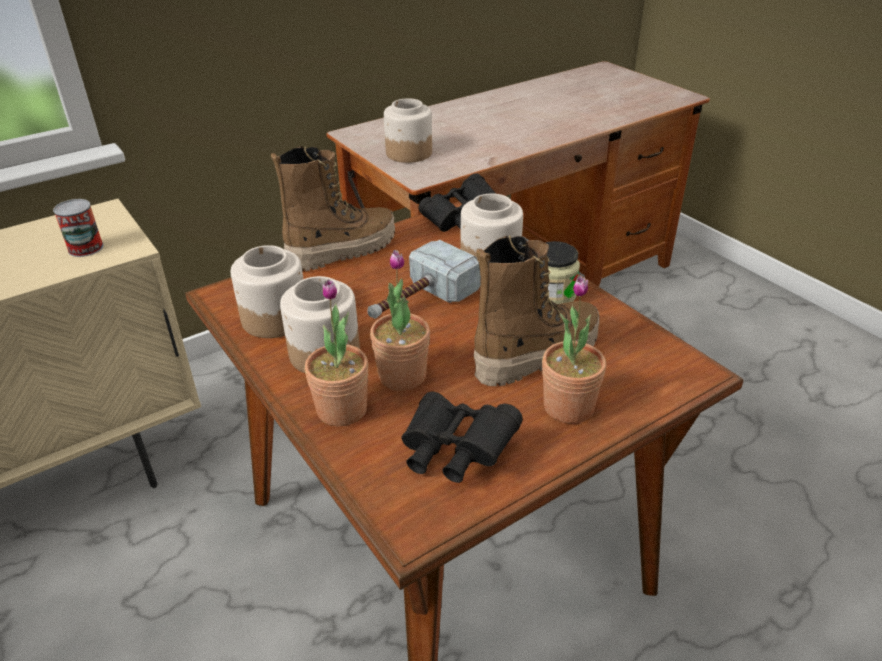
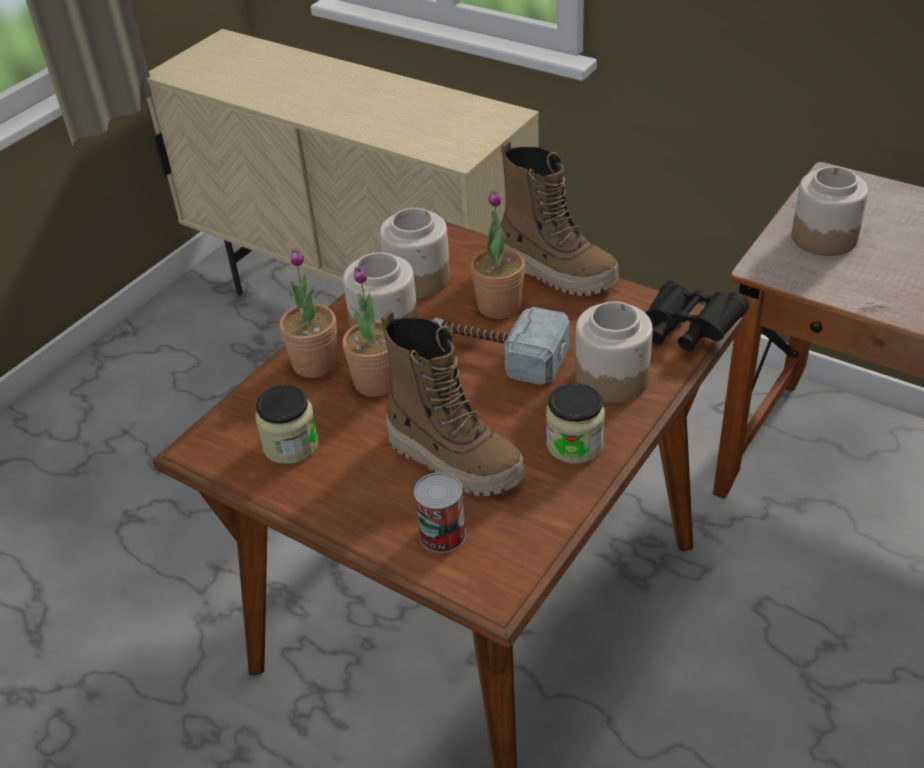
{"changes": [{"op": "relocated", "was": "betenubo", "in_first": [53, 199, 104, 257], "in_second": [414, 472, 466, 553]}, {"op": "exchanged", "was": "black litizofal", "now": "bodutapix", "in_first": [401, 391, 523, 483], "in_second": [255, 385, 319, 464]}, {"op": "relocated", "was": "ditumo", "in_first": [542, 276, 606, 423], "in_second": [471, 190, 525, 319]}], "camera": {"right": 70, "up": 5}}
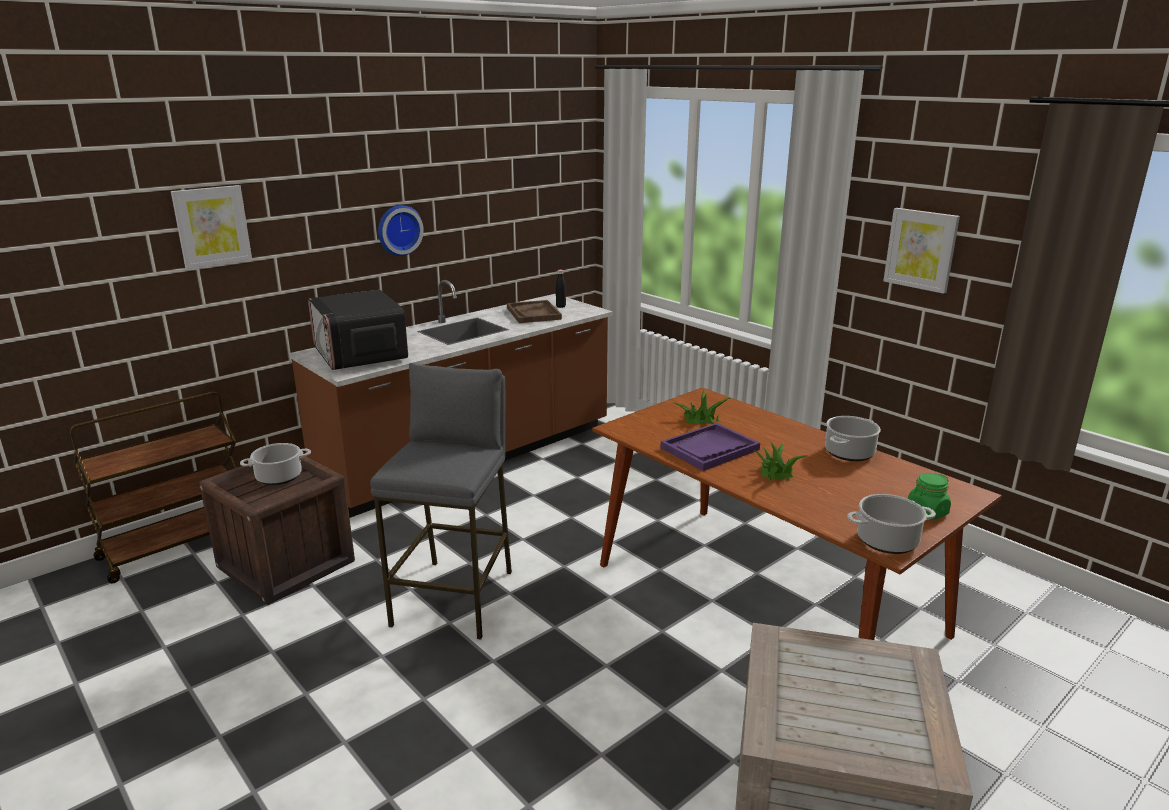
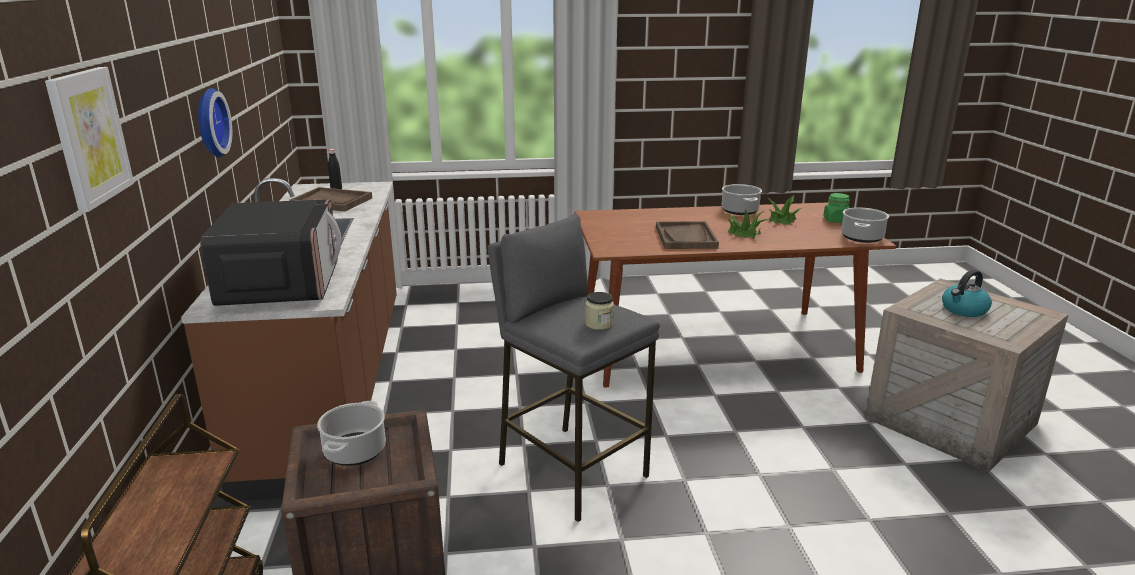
{"changes": [{"op": "spun", "was": "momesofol", "in_first": [308, 290, 408, 370], "in_second": [200, 199, 342, 306], "clockwise": -105}, {"op": "colour", "was": "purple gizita", "now": "brown gizita", "in_first": [661, 423, 760, 471], "in_second": [656, 221, 719, 249]}, {"op": "relocated", "was": "ditumo", "in_first": [675, 389, 730, 425], "in_second": [767, 195, 801, 225]}, {"op": "missing", "was": "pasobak", "in_first": [883, 208, 960, 294]}, {"op": "appeared", "now": "bodutapix", "in_second": [585, 292, 614, 330]}, {"op": "appeared", "now": "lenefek", "in_second": [942, 270, 992, 317]}], "camera": {"right": -55, "up": 0}}
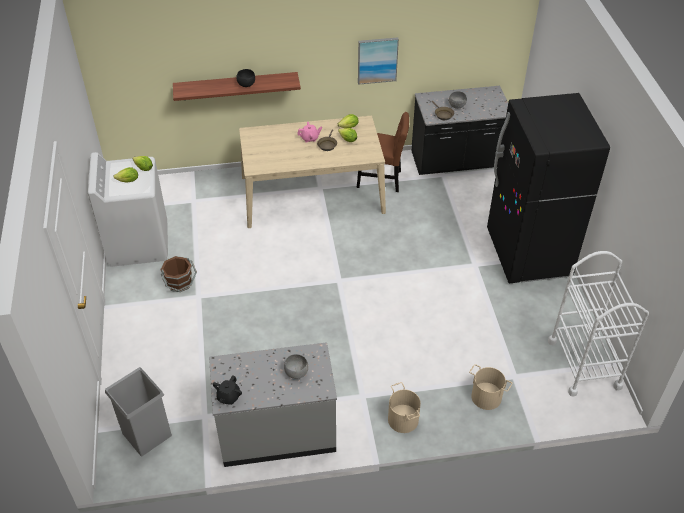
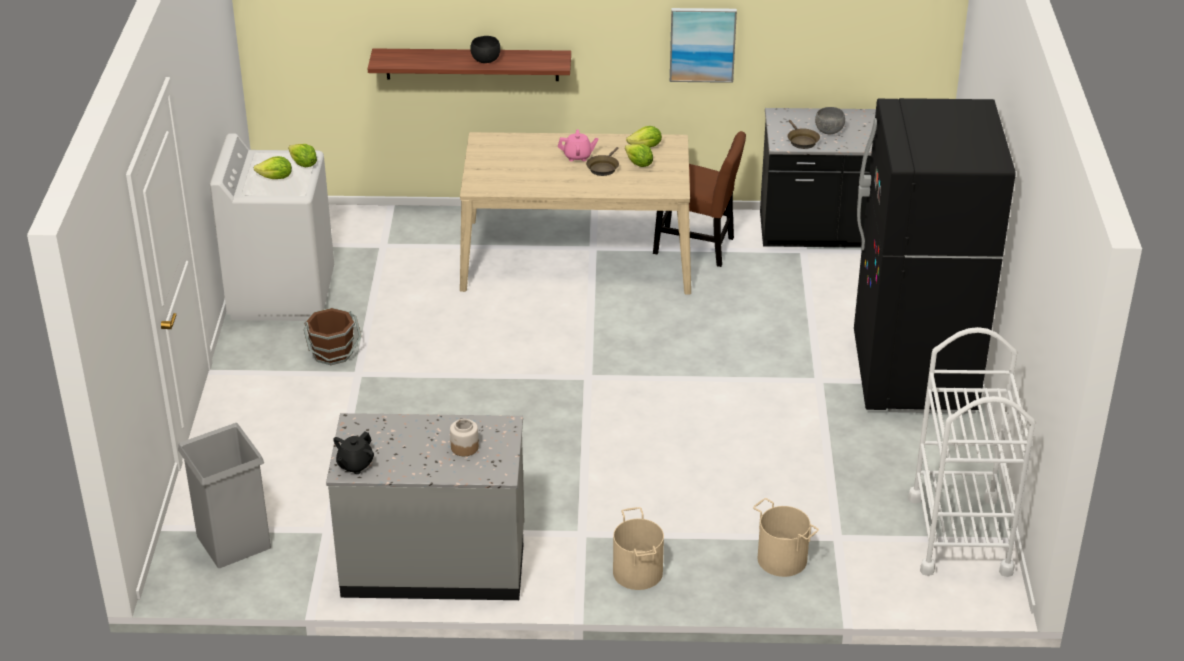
{"changes": [{"op": "exchanged", "was": "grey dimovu", "now": "bodutapix", "in_first": [284, 354, 308, 379], "in_second": [450, 419, 479, 456]}], "camera": {"right": 10, "up": -10}}
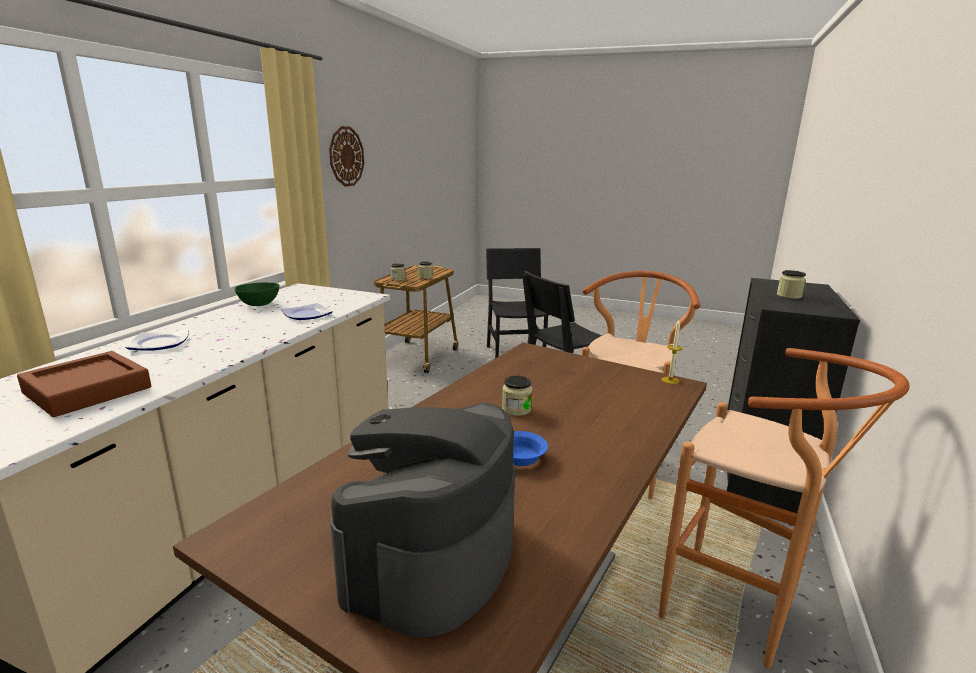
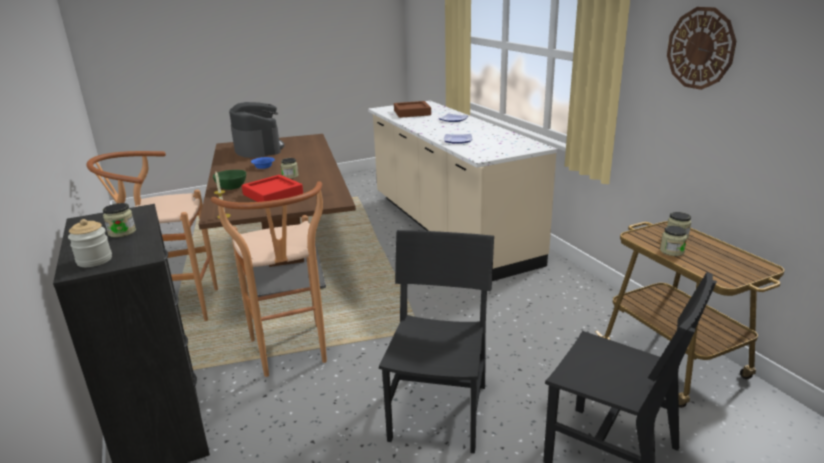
{"changes": [{"op": "relocated", "was": "green dimovu", "in_first": [235, 282, 279, 306], "in_second": [213, 170, 246, 190]}, {"op": "appeared", "now": "bodutapix", "in_second": [68, 219, 112, 267]}, {"op": "appeared", "now": "red gizita", "in_second": [242, 175, 303, 202]}], "camera": {"right": 135, "up": 5}}
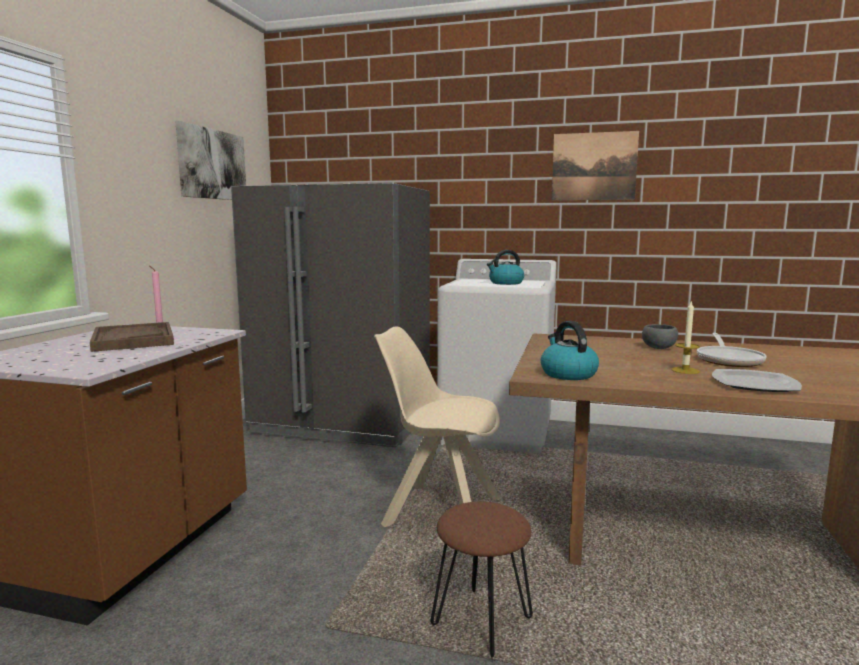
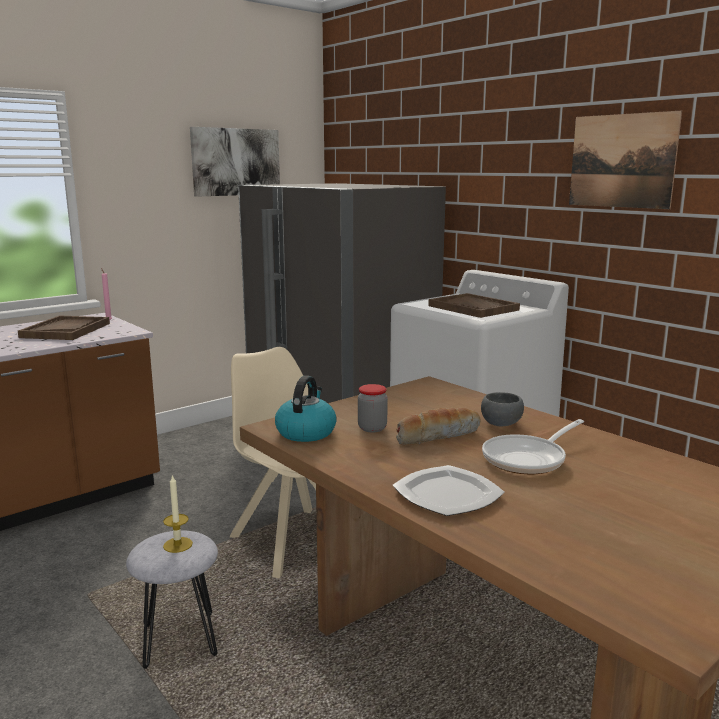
{"changes": [{"op": "colour", "was": "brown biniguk", "now": "grey biniguk", "in_first": [431, 501, 533, 662], "in_second": [126, 530, 218, 672]}, {"op": "exchanged", "was": "lenefek", "now": "brown gizita", "in_first": [487, 250, 524, 285], "in_second": [428, 293, 520, 318]}, {"op": "relocated", "was": "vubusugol", "in_first": [671, 300, 700, 374], "in_second": [163, 474, 193, 553]}, {"op": "appeared", "now": "bodutapix", "in_second": [358, 384, 388, 432]}, {"op": "appeared", "now": "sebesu", "in_second": [396, 408, 481, 445]}], "camera": {"right": 35, "up": 5}}
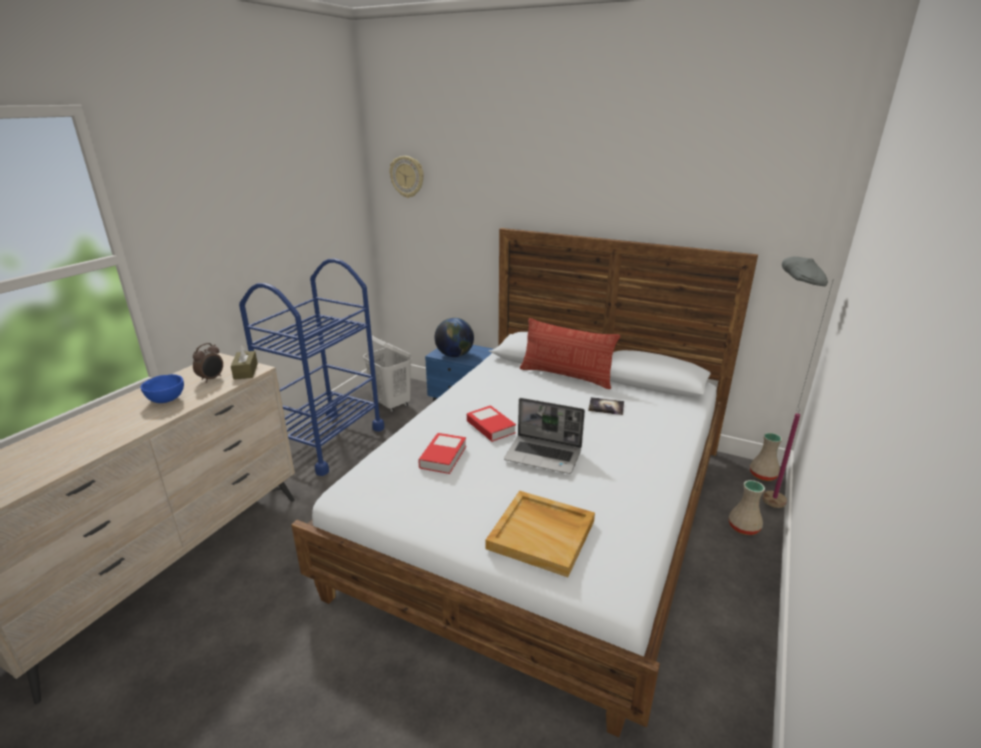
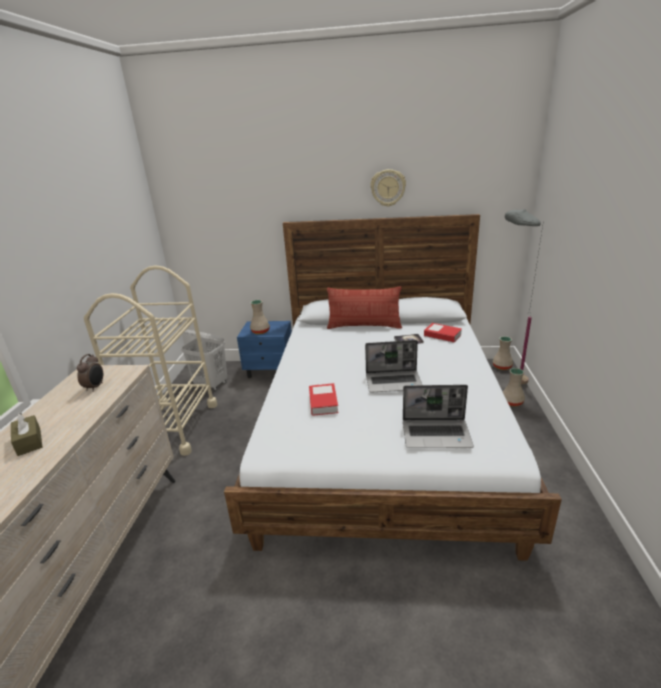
{"changes": [{"op": "missing", "was": "blue dimovu", "in_first": [141, 374, 184, 403]}, {"op": "relocated", "was": "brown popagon", "in_first": [231, 345, 258, 380], "in_second": [11, 413, 42, 456]}, {"op": "colour", "was": "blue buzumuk", "now": "beige buzumuk", "in_first": [239, 259, 385, 476], "in_second": [84, 266, 217, 456]}, {"op": "relocated", "was": "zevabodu", "in_first": [390, 156, 424, 198], "in_second": [370, 169, 406, 207]}, {"op": "exchanged", "was": "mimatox", "now": "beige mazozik", "in_first": [435, 318, 474, 357], "in_second": [250, 300, 270, 334]}, {"op": "relocated", "was": "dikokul", "in_first": [467, 405, 516, 442], "in_second": [424, 323, 462, 342]}, {"op": "exchanged", "was": "beige gizita", "now": "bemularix", "in_first": [486, 491, 595, 577], "in_second": [403, 385, 474, 448]}], "camera": {"right": -20, "up": 0}}
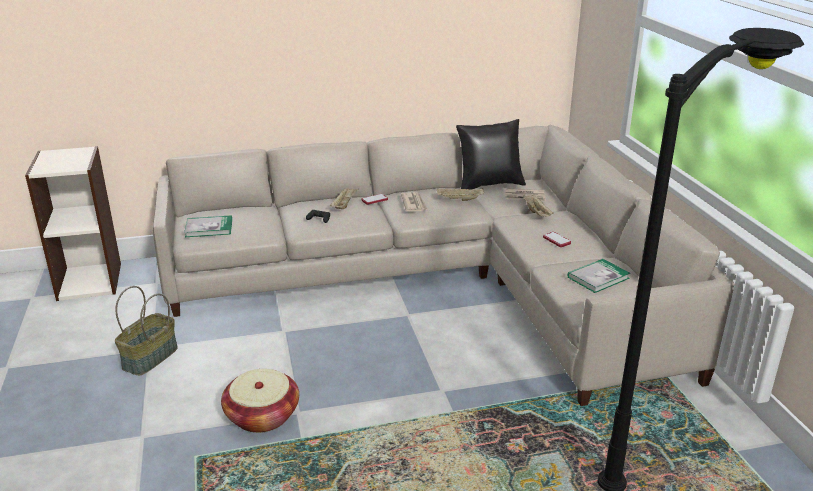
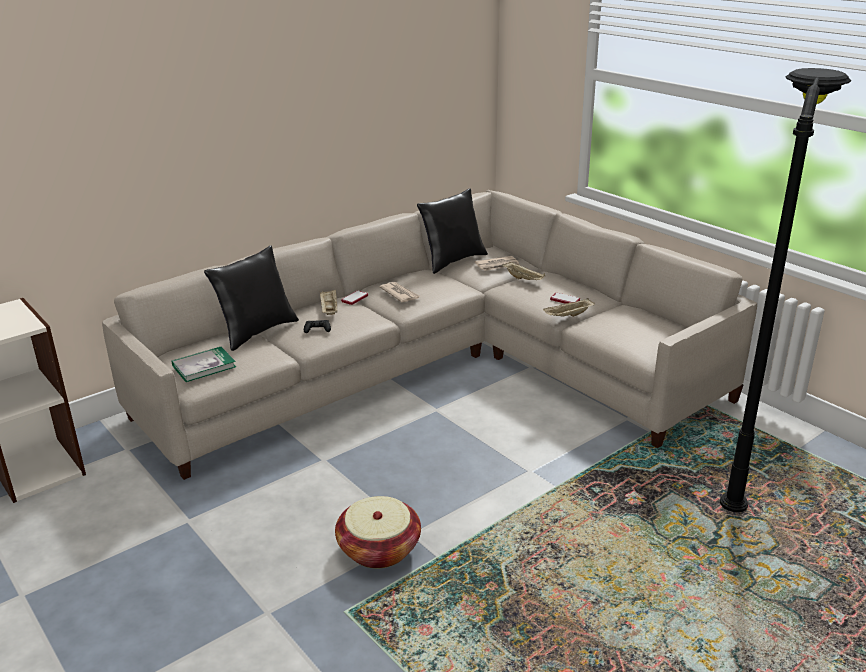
{"changes": [{"op": "missing", "was": "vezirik", "in_first": [115, 286, 178, 375]}, {"op": "relocated", "was": "beige gizita", "in_first": [437, 188, 484, 201], "in_second": [543, 298, 595, 317]}, {"op": "missing", "was": "dikokul", "in_first": [567, 259, 630, 293]}, {"op": "appeared", "now": "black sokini", "in_second": [204, 245, 299, 351]}], "camera": {"right": -25, "up": 0}}
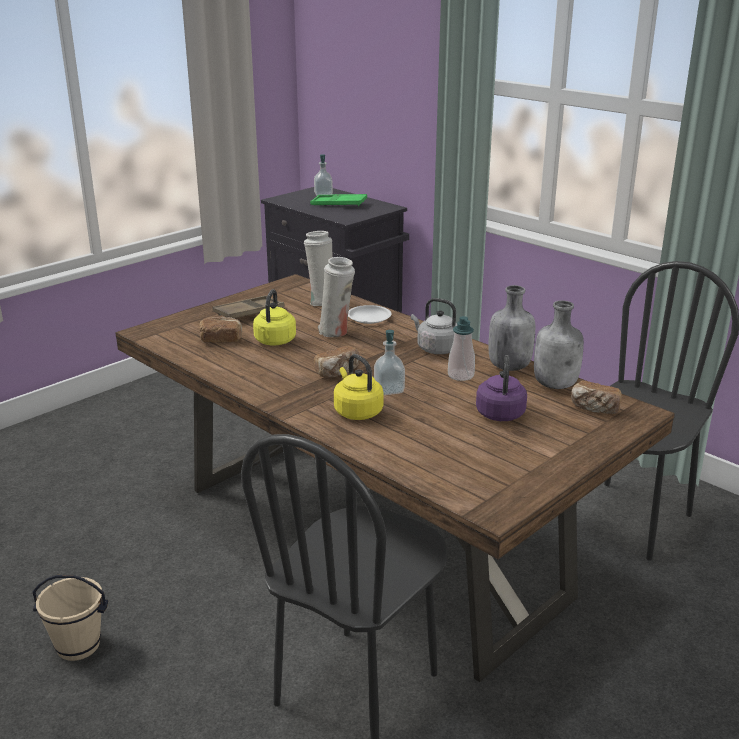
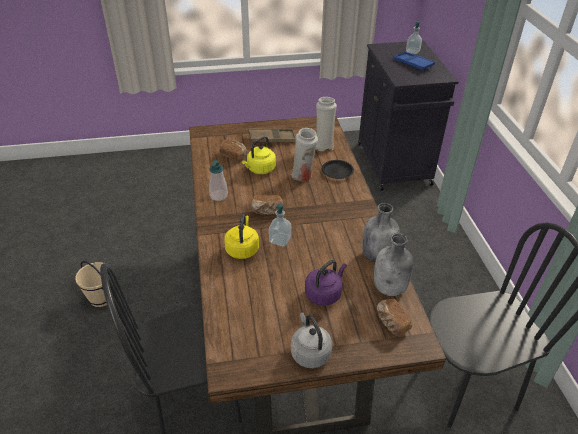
{"changes": [{"op": "colour", "was": "green gizita", "now": "blue gizita", "in_first": [310, 194, 367, 206], "in_second": [393, 52, 435, 70]}, {"op": "colour", "was": "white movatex", "now": "black movatex", "in_first": [348, 305, 392, 324], "in_second": [322, 160, 354, 179]}, {"op": "relocated", "was": "grey lenefek", "in_first": [411, 298, 457, 354], "in_second": [291, 312, 332, 368]}, {"op": "relocated", "was": "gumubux", "in_first": [448, 316, 475, 381], "in_second": [209, 160, 228, 201]}], "camera": {"right": 35, "up": 15}}
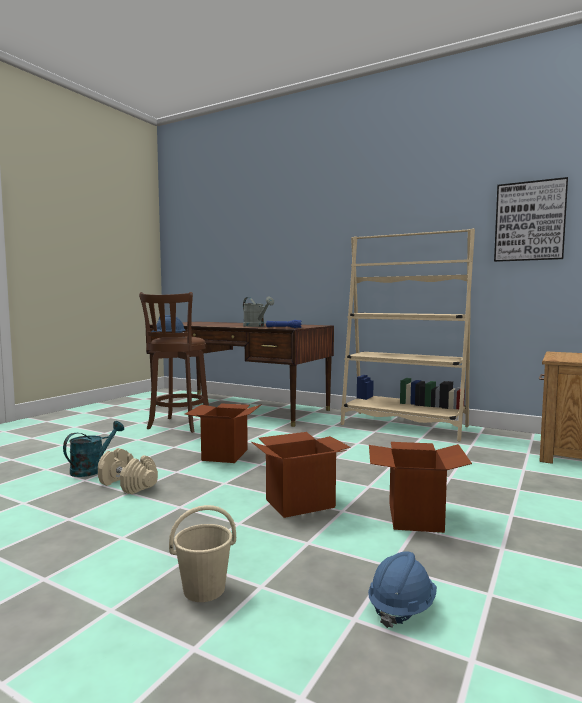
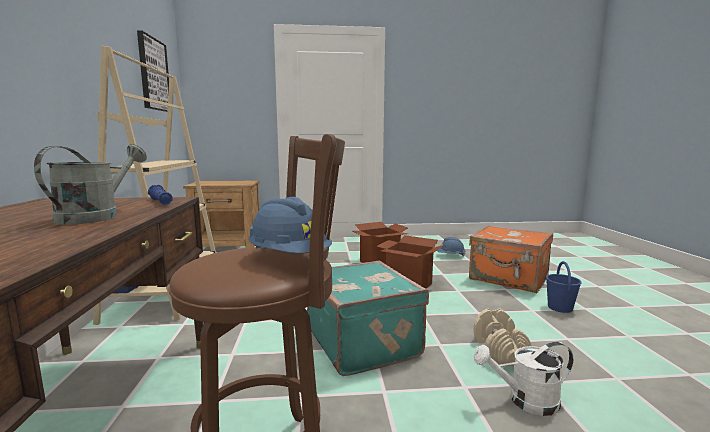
{"changes": [{"op": "colour", "was": "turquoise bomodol", "now": "white bomodol", "in_first": [63, 421, 124, 477], "in_second": [474, 342, 574, 416]}, {"op": "exchanged", "was": "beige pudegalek", "now": "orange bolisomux", "in_first": [169, 505, 236, 602], "in_second": [469, 225, 553, 293]}, {"op": "exchanged", "was": "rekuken", "now": "turquoise bolisomux", "in_first": [185, 403, 262, 463], "in_second": [307, 261, 429, 376]}, {"op": "appeared", "now": "blue pudegalek", "in_second": [546, 261, 582, 313]}], "camera": {"right": -125, "up": 5}}
